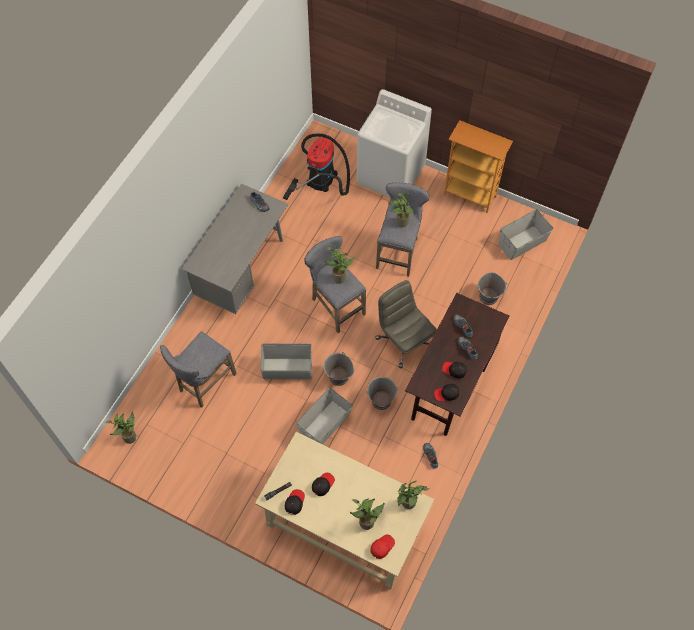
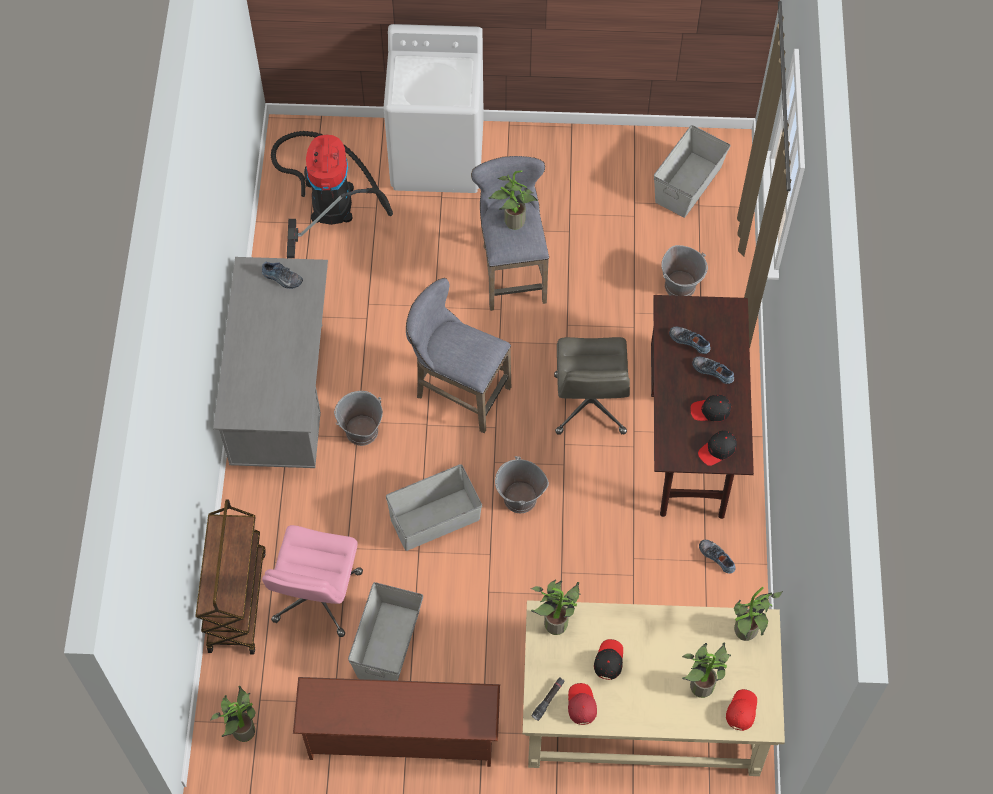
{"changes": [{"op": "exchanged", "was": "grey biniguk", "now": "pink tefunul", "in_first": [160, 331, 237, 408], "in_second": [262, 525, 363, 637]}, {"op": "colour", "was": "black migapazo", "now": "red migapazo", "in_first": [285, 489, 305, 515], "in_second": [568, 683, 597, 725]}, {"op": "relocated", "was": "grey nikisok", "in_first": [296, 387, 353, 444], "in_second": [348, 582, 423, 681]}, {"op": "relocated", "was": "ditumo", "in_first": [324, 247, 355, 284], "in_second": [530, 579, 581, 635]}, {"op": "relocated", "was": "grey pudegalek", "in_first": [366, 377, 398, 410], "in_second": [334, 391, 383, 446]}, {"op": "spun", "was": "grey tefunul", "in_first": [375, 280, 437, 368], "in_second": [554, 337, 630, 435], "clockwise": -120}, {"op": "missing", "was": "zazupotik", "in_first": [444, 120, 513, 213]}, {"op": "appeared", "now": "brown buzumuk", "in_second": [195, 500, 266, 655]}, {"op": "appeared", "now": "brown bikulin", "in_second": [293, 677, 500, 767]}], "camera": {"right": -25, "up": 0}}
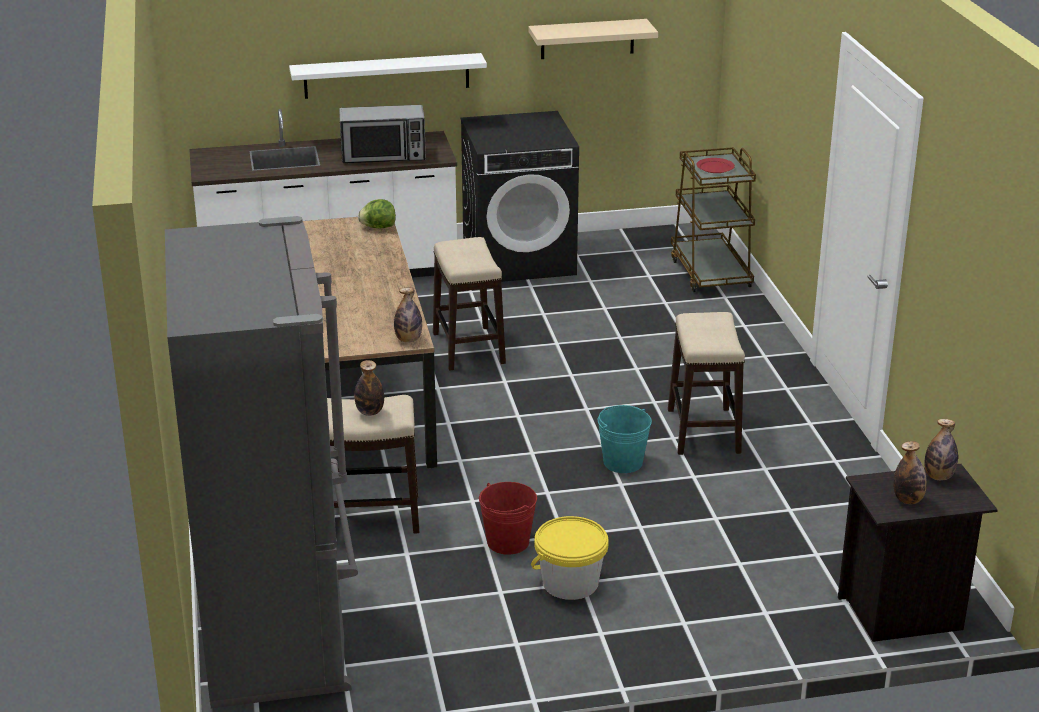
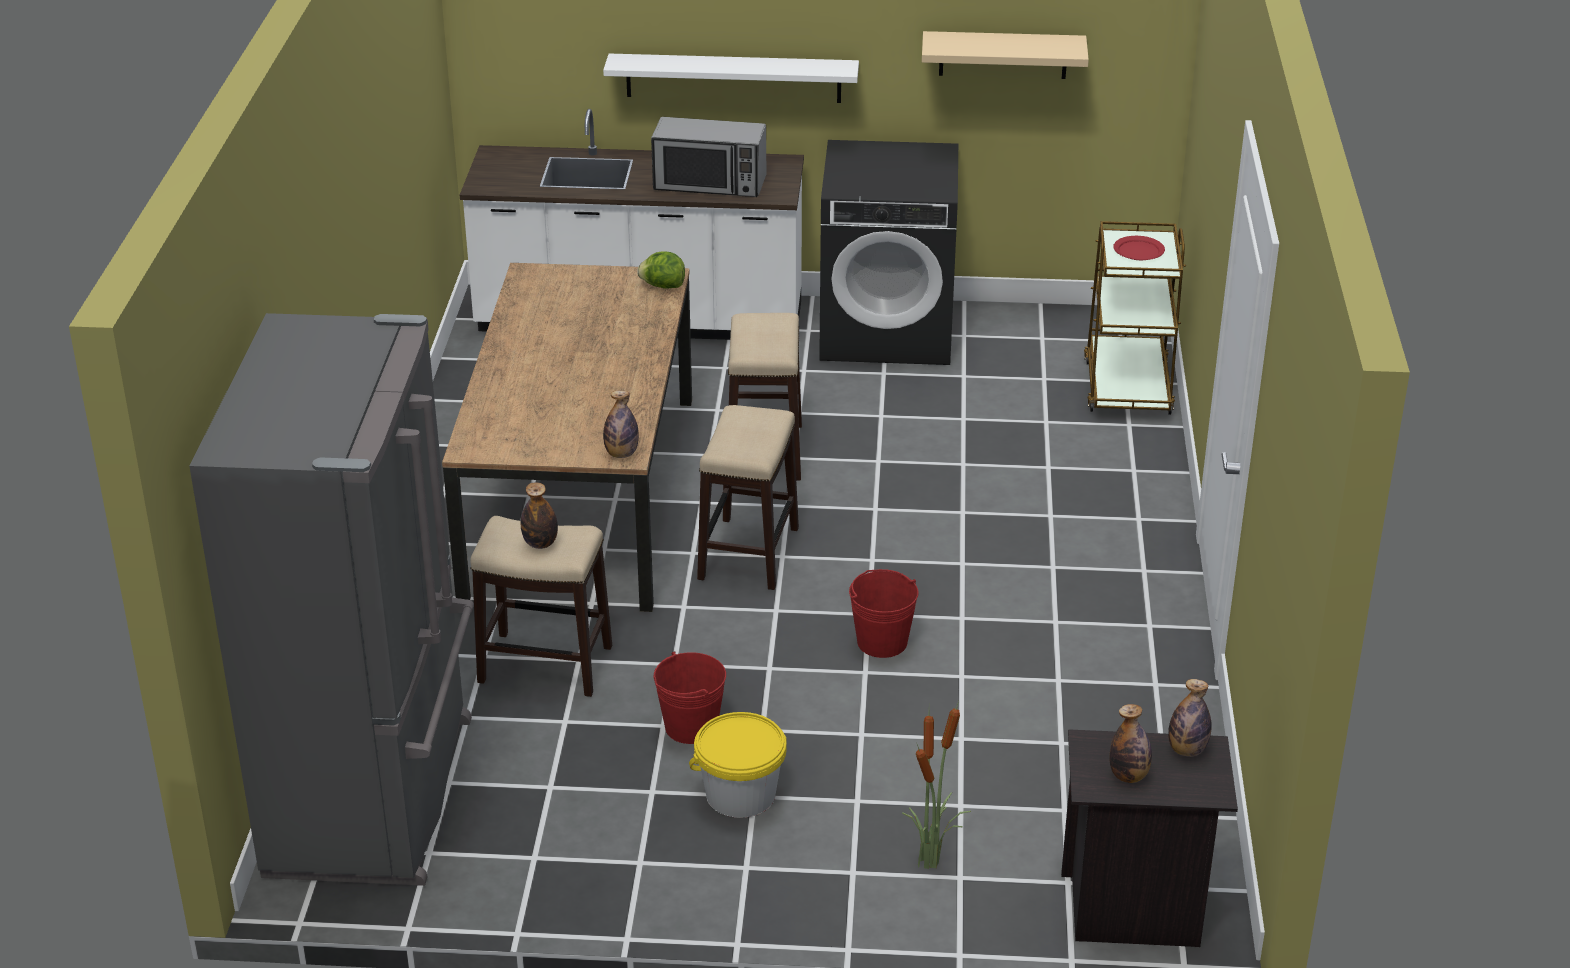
{"changes": [{"op": "colour", "was": "turquoise pudegalek", "now": "red pudegalek", "in_first": [598, 405, 652, 473], "in_second": [849, 569, 918, 658]}, {"op": "relocated", "was": "biniguk", "in_first": [668, 312, 745, 455], "in_second": [697, 405, 799, 590]}, {"op": "appeared", "now": "ditumo", "in_second": [902, 701, 971, 869]}], "camera": {"right": 15, "up": 5}}
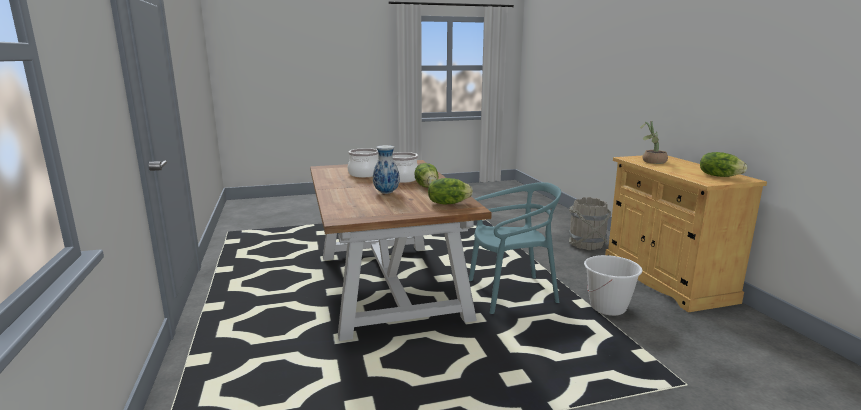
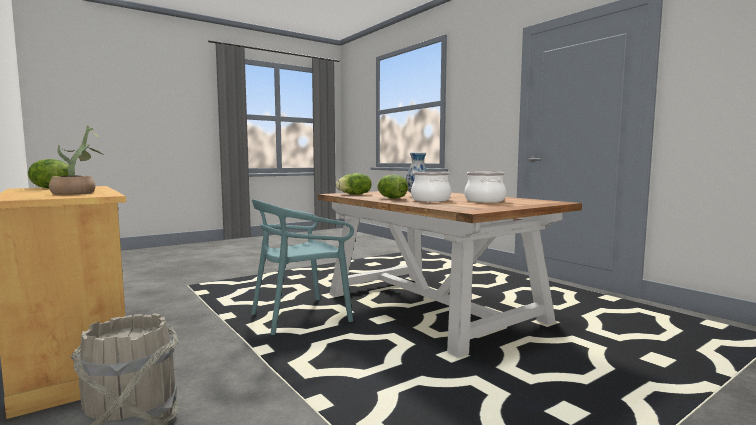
{"changes": [{"op": "missing", "was": "white pudegalek", "in_first": [584, 255, 643, 316]}], "camera": {"right": 160, "up": -10}}
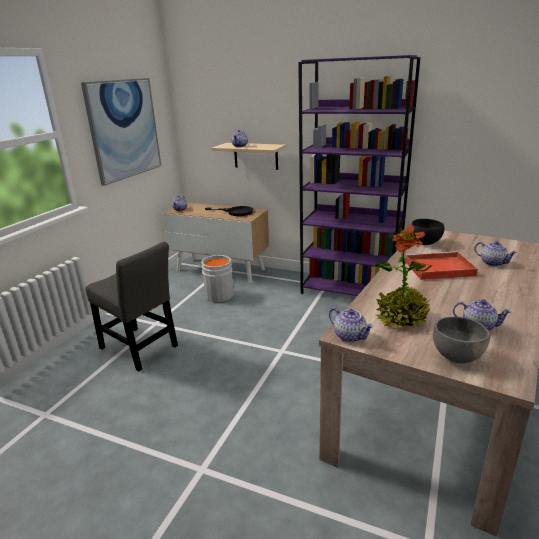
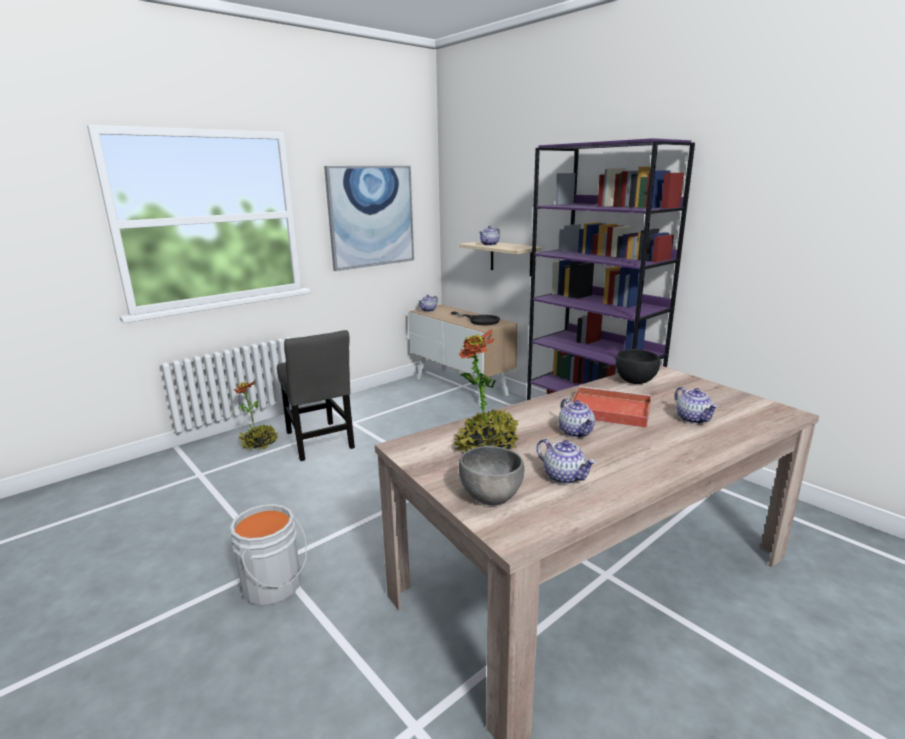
{"changes": [{"op": "relocated", "was": "grey pudegalek", "in_first": [201, 255, 235, 302], "in_second": [230, 504, 307, 606]}, {"op": "relocated", "was": "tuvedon", "in_first": [329, 308, 374, 342], "in_second": [558, 398, 595, 438]}, {"op": "appeared", "now": "ditumo", "in_second": [233, 381, 278, 450]}], "camera": {"right": 25, "up": -5}}
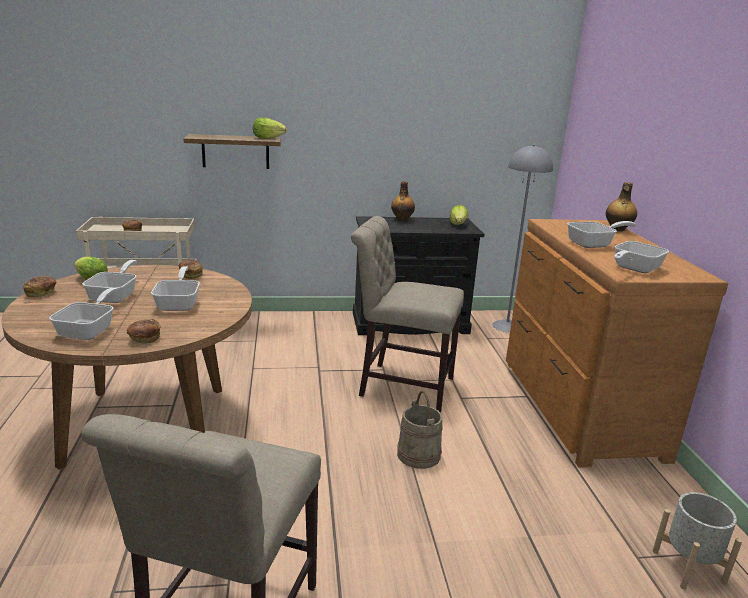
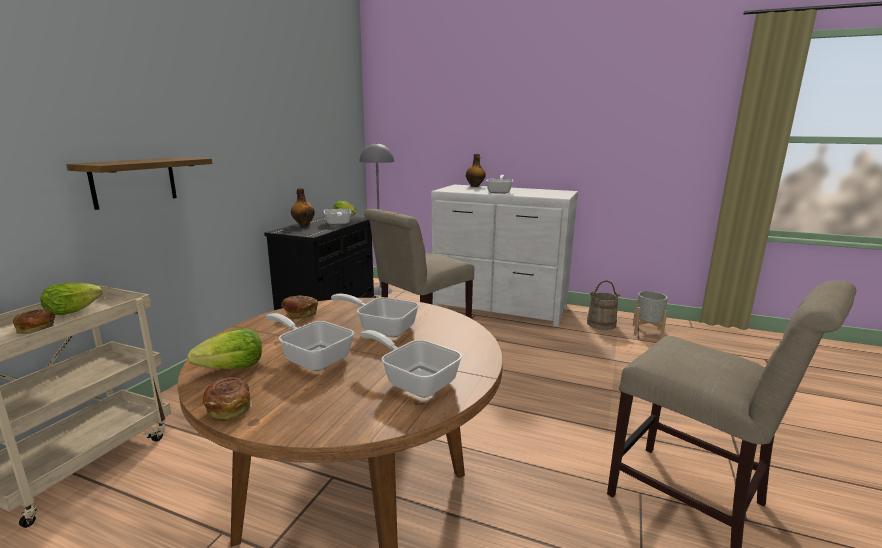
{"changes": [{"op": "missing", "was": "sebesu", "in_first": [127, 319, 161, 343]}, {"op": "relocated", "was": "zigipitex", "in_first": [253, 117, 287, 139], "in_second": [40, 283, 102, 315]}, {"op": "relocated", "was": "beige pudegalek", "in_first": [397, 391, 443, 469], "in_second": [587, 280, 621, 330]}, {"op": "colour", "was": "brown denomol", "now": "white denomol", "in_first": [506, 219, 728, 468], "in_second": [431, 185, 578, 327]}, {"op": "relocated", "was": "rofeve", "in_first": [614, 241, 669, 273], "in_second": [324, 209, 351, 225]}], "camera": {"right": -60, "up": -5}}
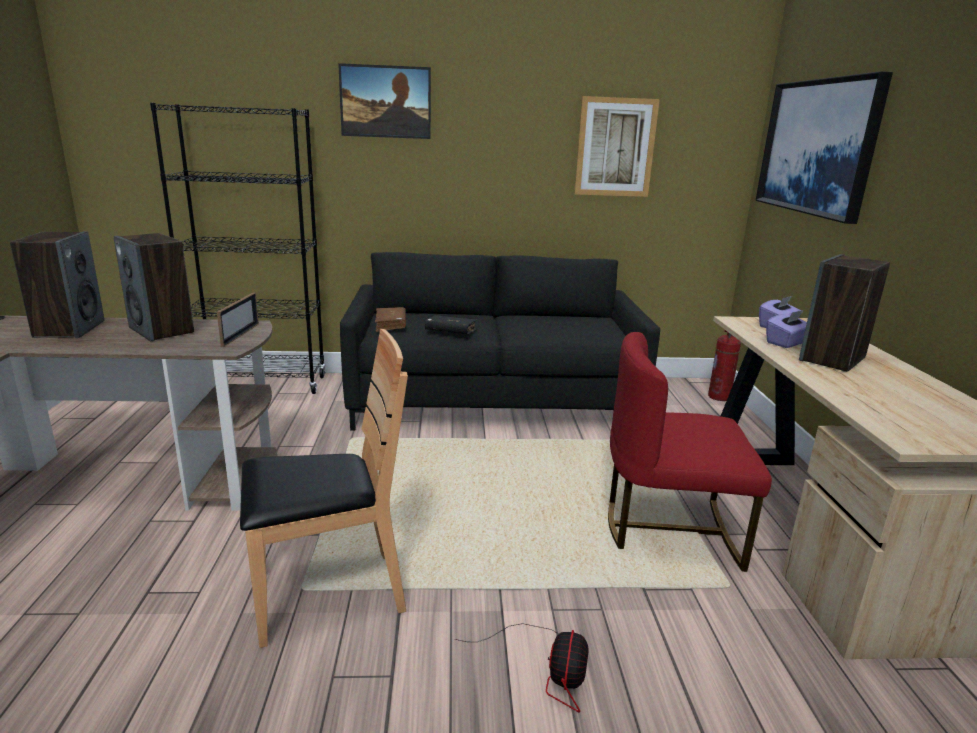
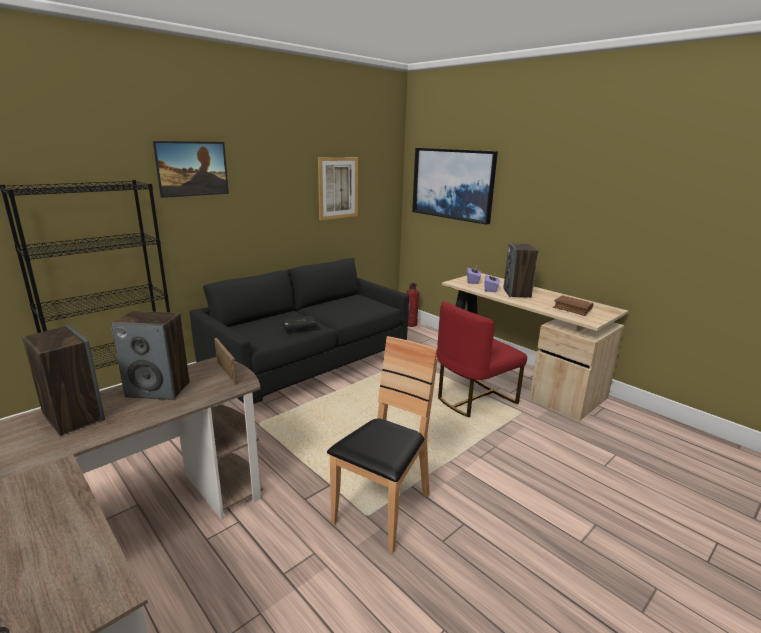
{"changes": [{"op": "relocated", "was": "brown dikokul", "in_first": [375, 307, 406, 332], "in_second": [553, 295, 594, 316]}, {"op": "missing", "was": "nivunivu", "in_first": [455, 623, 589, 713]}], "camera": {"right": -40, "up": 0}}
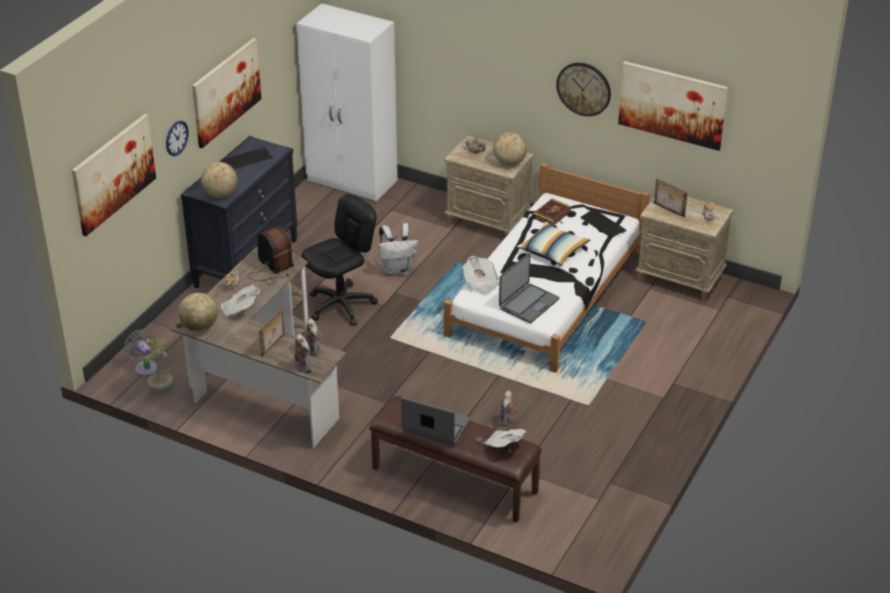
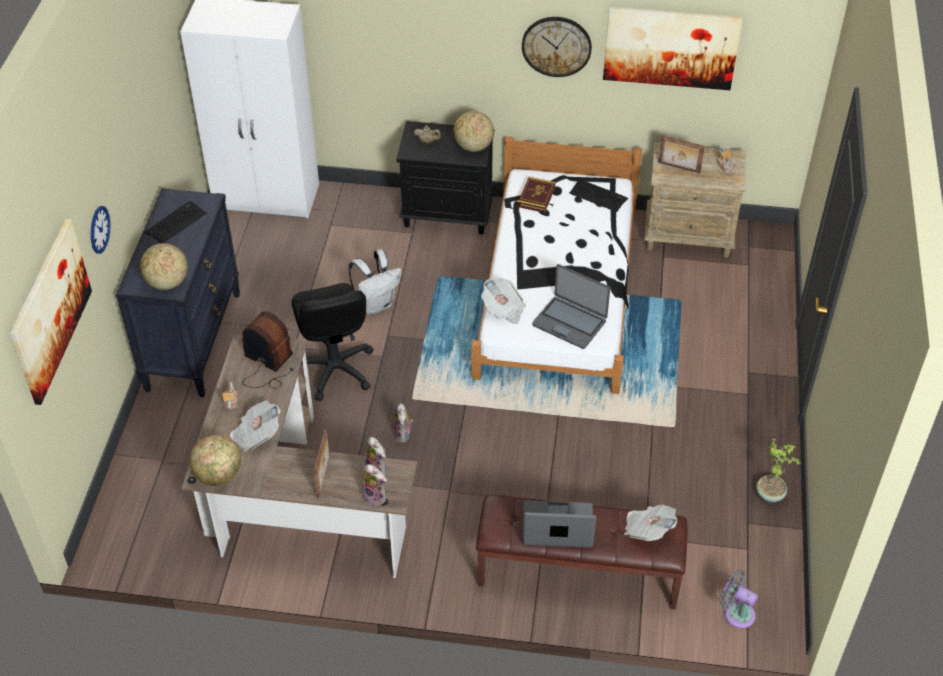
{"changes": [{"op": "relocated", "was": "grey nivunivu", "in_first": [125, 329, 158, 377], "in_second": [719, 570, 758, 629]}, {"op": "relocated", "was": "ditumo", "in_first": [143, 338, 173, 392], "in_second": [756, 438, 801, 502]}, {"op": "missing", "was": "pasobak", "in_first": [192, 38, 261, 148]}, {"op": "spun", "was": "black tefunul", "in_first": [302, 195, 378, 326], "in_second": [292, 283, 374, 401], "clockwise": 135}, {"op": "colour", "was": "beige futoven", "now": "black futoven", "in_first": [444, 136, 534, 237], "in_second": [396, 121, 494, 235]}, {"op": "spun", "was": "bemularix", "in_first": [499, 253, 559, 323], "in_second": [532, 264, 610, 349], "clockwise": 105}, {"op": "relocated", "was": "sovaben", "in_first": [499, 390, 517, 427], "in_second": [394, 403, 413, 443]}, {"op": "missing", "was": "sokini", "in_first": [517, 222, 591, 266]}], "camera": {"right": -20, "up": 10}}
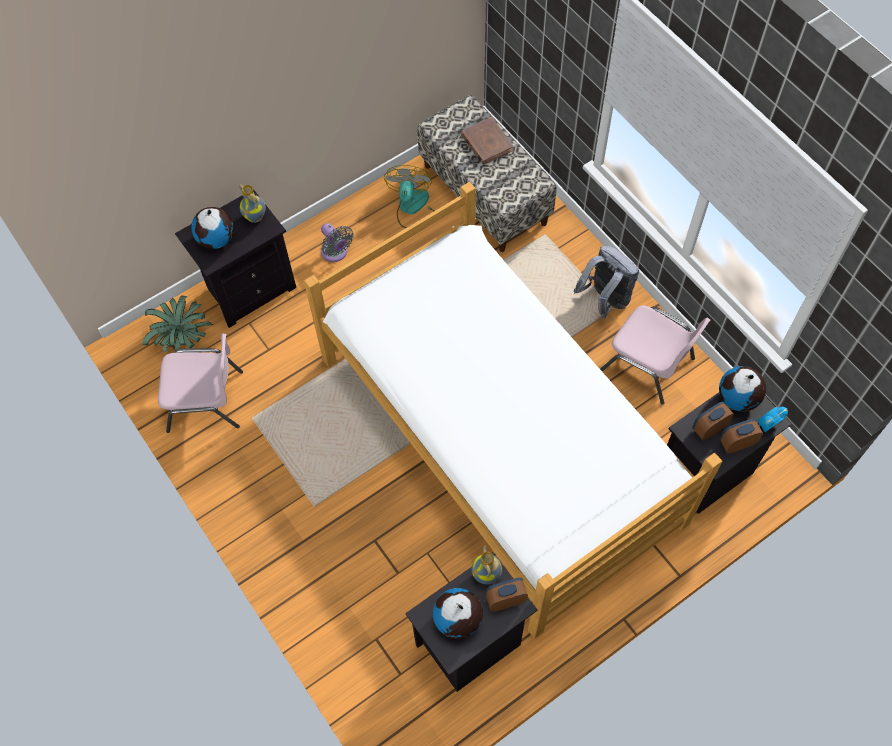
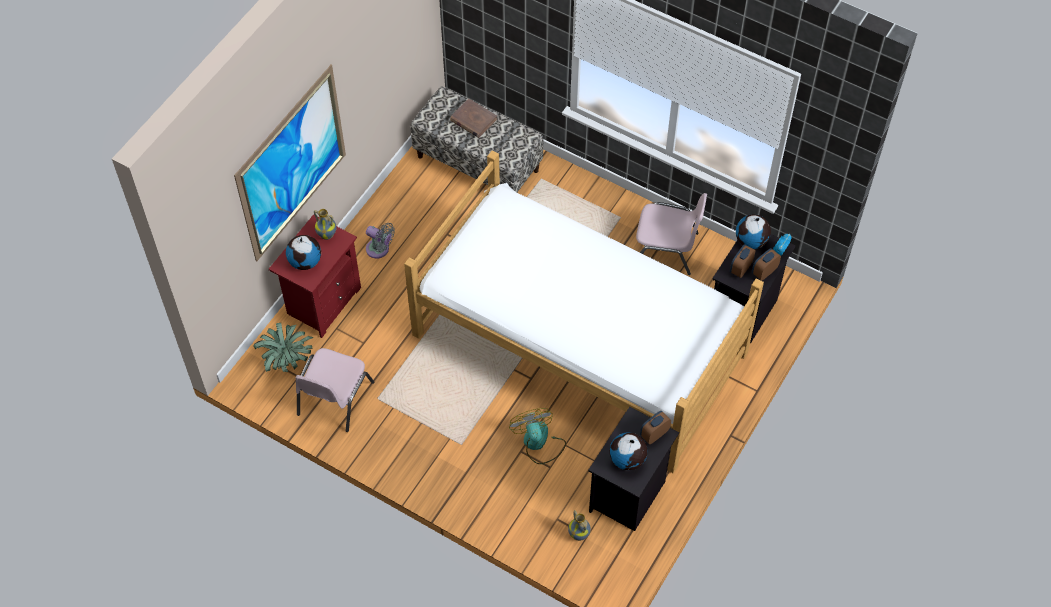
{"changes": [{"op": "spun", "was": "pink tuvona", "in_first": [158, 334, 243, 433], "in_second": [295, 348, 374, 432], "clockwise": 135}, {"op": "colour", "was": "black futoven", "now": "red futoven", "in_first": [175, 189, 296, 328], "in_second": [269, 214, 361, 338]}, {"op": "relocated", "was": "nivunivu", "in_first": [384, 165, 434, 228], "in_second": [509, 408, 566, 464]}, {"op": "relocated", "was": "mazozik", "in_first": [472, 545, 502, 584], "in_second": [568, 510, 591, 541]}, {"op": "missing", "was": "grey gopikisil", "in_first": [574, 245, 639, 319]}, {"op": "appeared", "now": "pasobak", "in_second": [234, 64, 346, 262]}], "camera": {"right": -25, "up": -5}}
